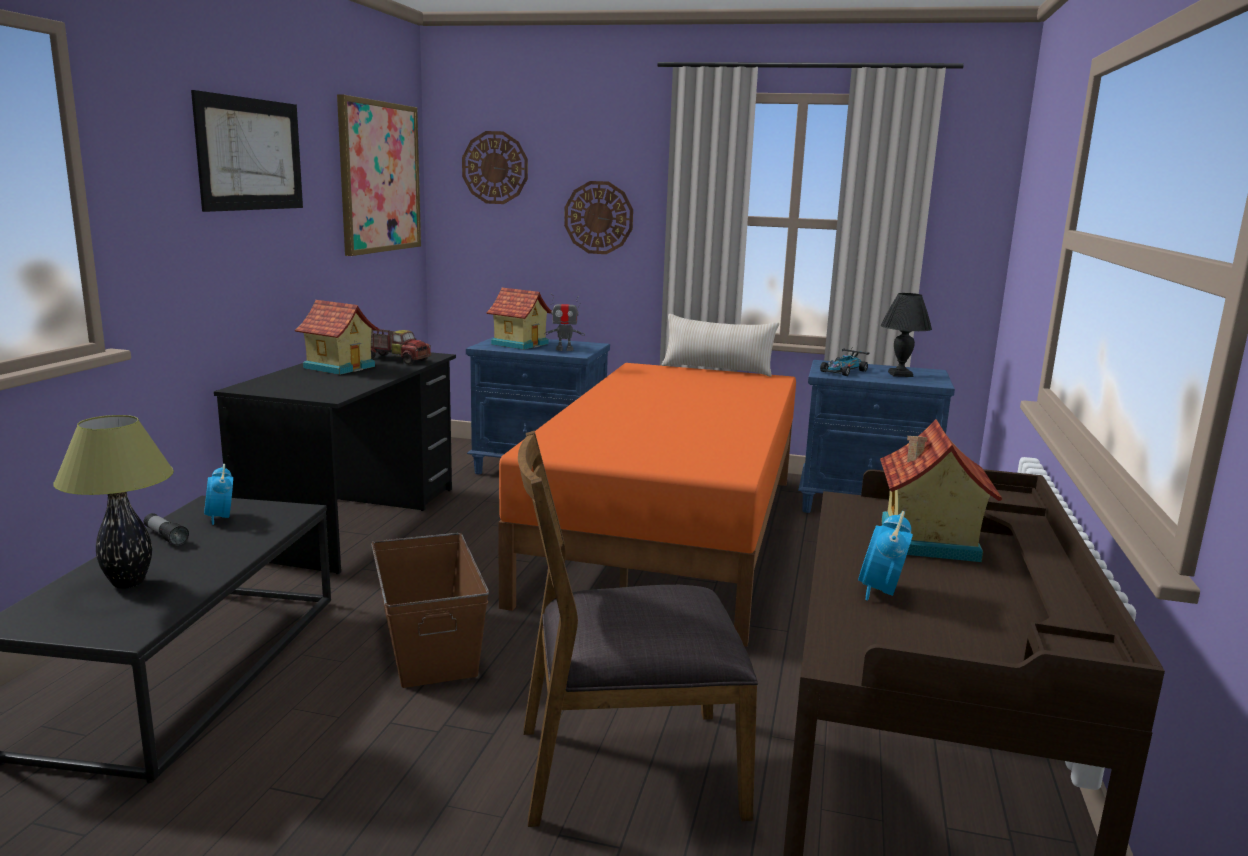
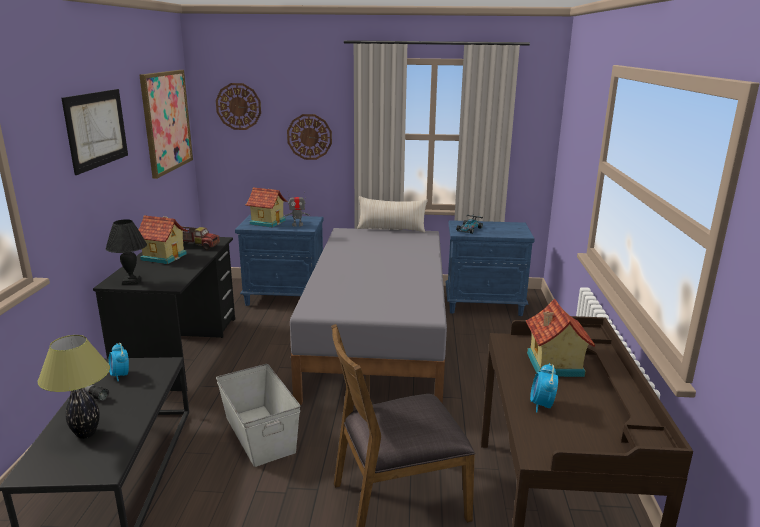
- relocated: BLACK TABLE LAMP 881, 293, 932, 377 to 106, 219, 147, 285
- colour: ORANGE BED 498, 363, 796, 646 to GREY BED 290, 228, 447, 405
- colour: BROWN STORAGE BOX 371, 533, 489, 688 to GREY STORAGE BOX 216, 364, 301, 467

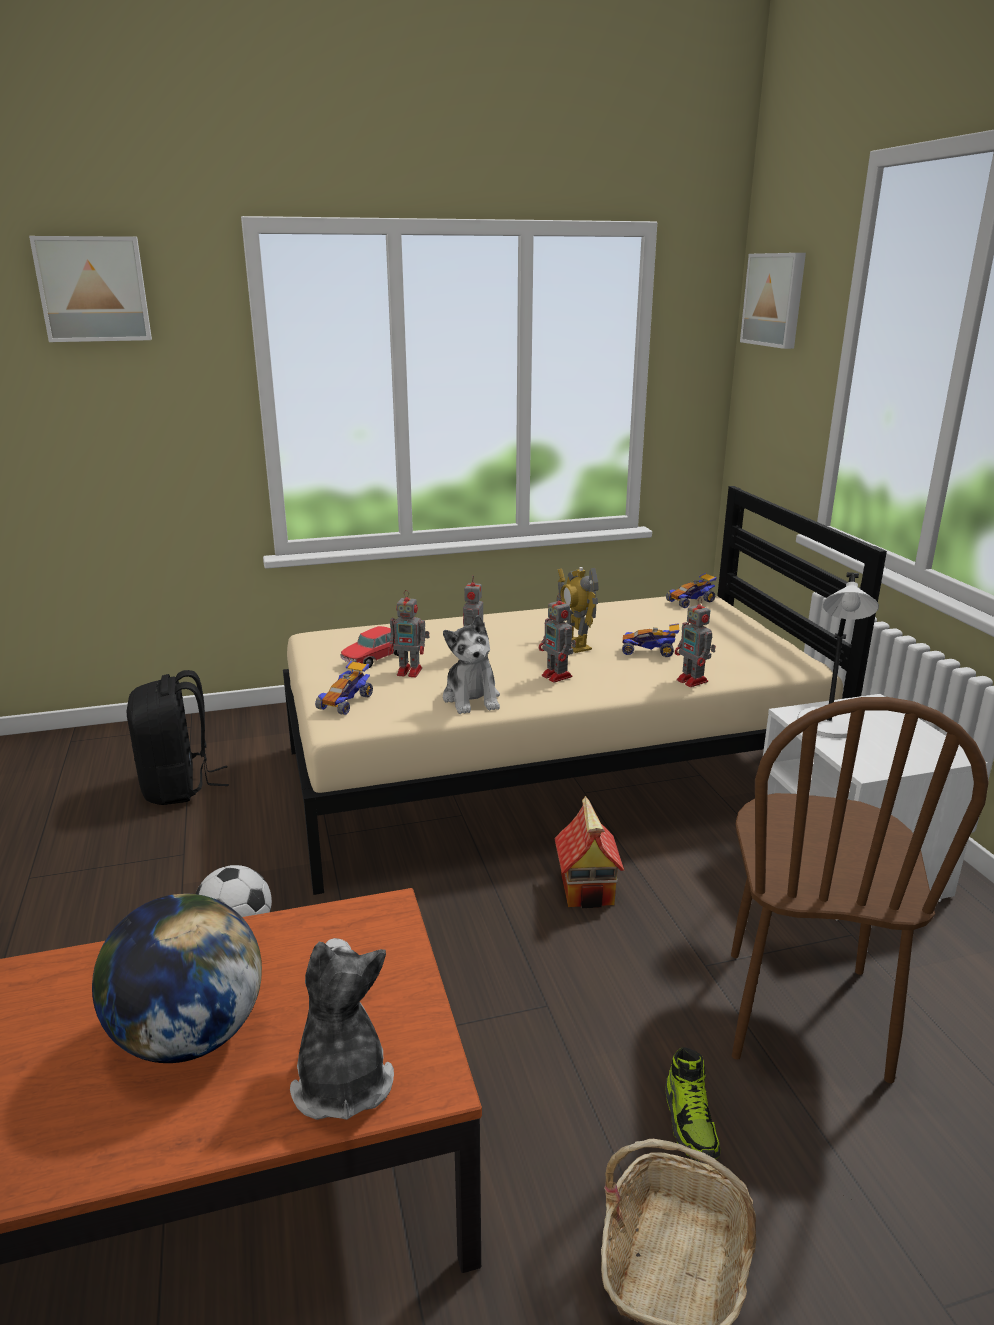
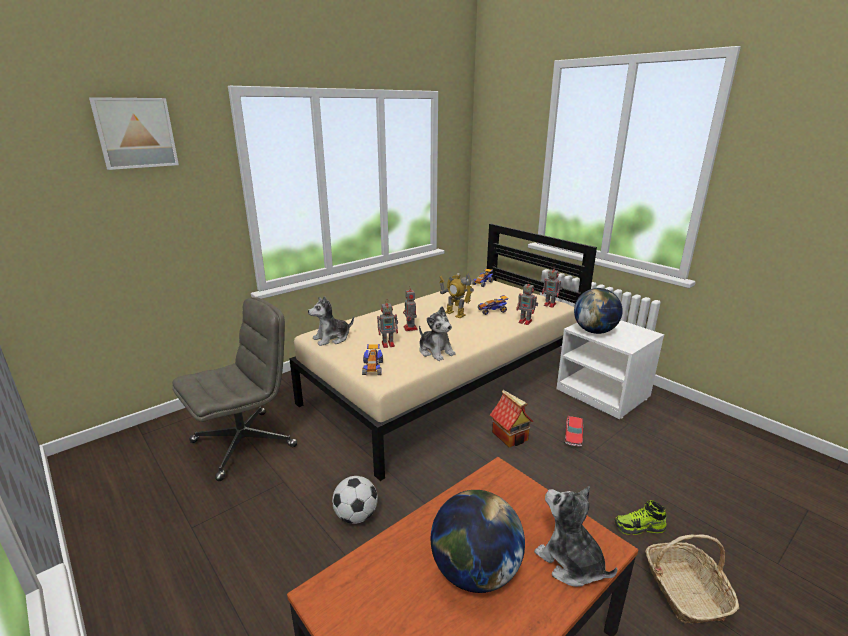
- missing: PICTURE 740, 253, 806, 349
- exchanged: WHITE TABLE LAMP 797, 572, 879, 738 to GLOBE 574, 288, 623, 334
- relocated: TOY ROBOT 539, 593, 576, 683 to 542, 266, 562, 308
- relocated: TOY CAR 341, 626, 399, 668 to 565, 416, 583, 447
- exchanged: BLACK BACKPACK 127, 670, 229, 805 to GREY OFFICE CHAIR 172, 297, 297, 481
- missing: BROWN CHAIR 731, 697, 989, 1083
- spun: SHOE 666, 1047, 720, 1161 = 614, 500, 667, 535 120 degrees clockwise
- appeared: PLUSH TOY 308, 296, 354, 346

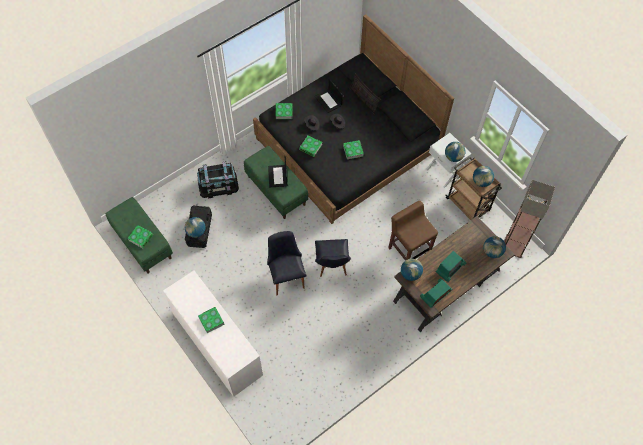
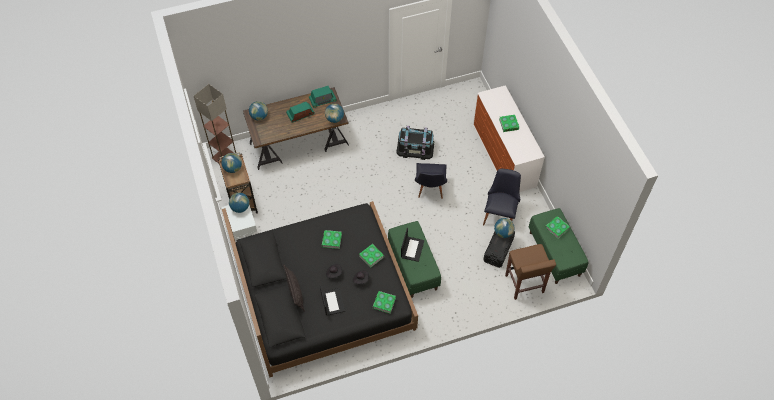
- relocated: BLACK STORAGE BOX 197, 161, 239, 198 to 396, 126, 434, 160
- relocated: BROWN STOOL 388, 201, 438, 260 to 505, 244, 556, 300
- relocated: BLACK CHAIR 315, 239, 351, 277 to 483, 169, 521, 226

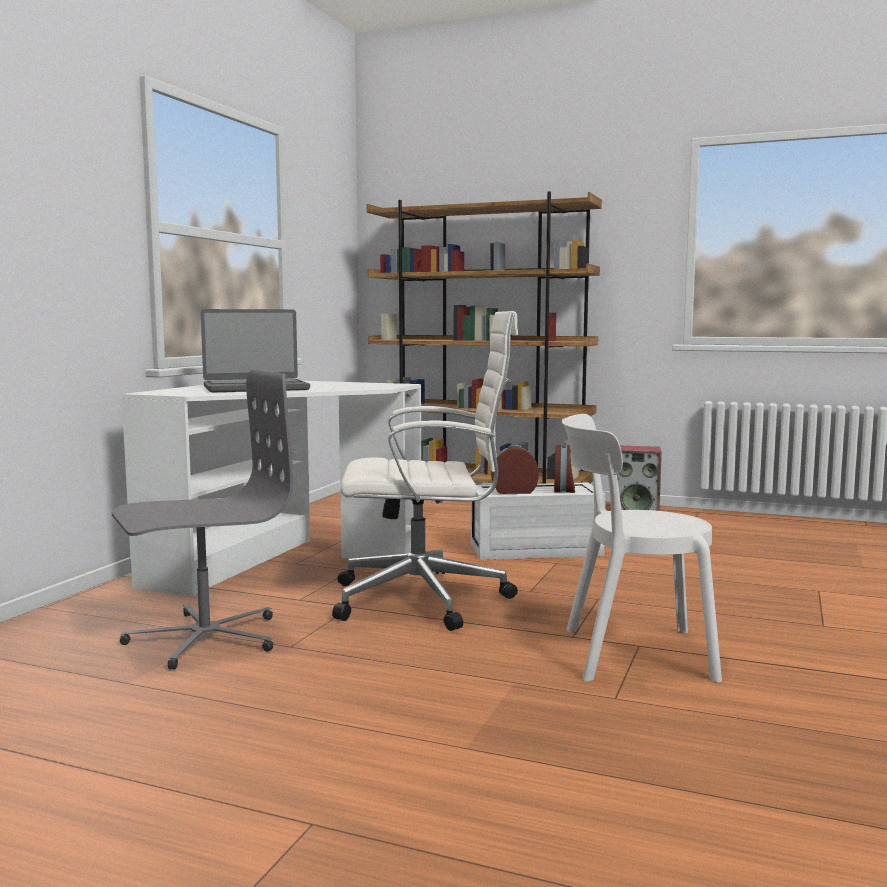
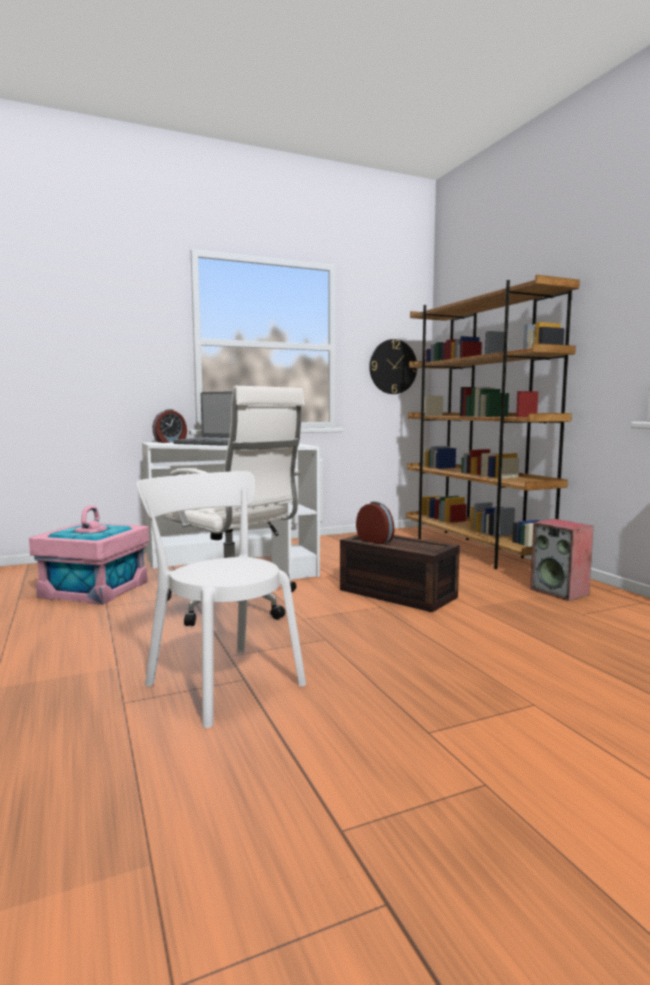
- exchanged: GREY OFFICE CHAIR 111, 369, 293, 670 to PINK STORAGE BOX 29, 505, 149, 605
- relocated: ALARM CLOCK 554, 443, 575, 493 to 153, 409, 187, 443
- colour: WHITE STORAGE BOX 471, 482, 606, 560 to BROWN STORAGE BOX 340, 535, 460, 612
- appeared: WALL CLOCK 369, 339, 418, 394

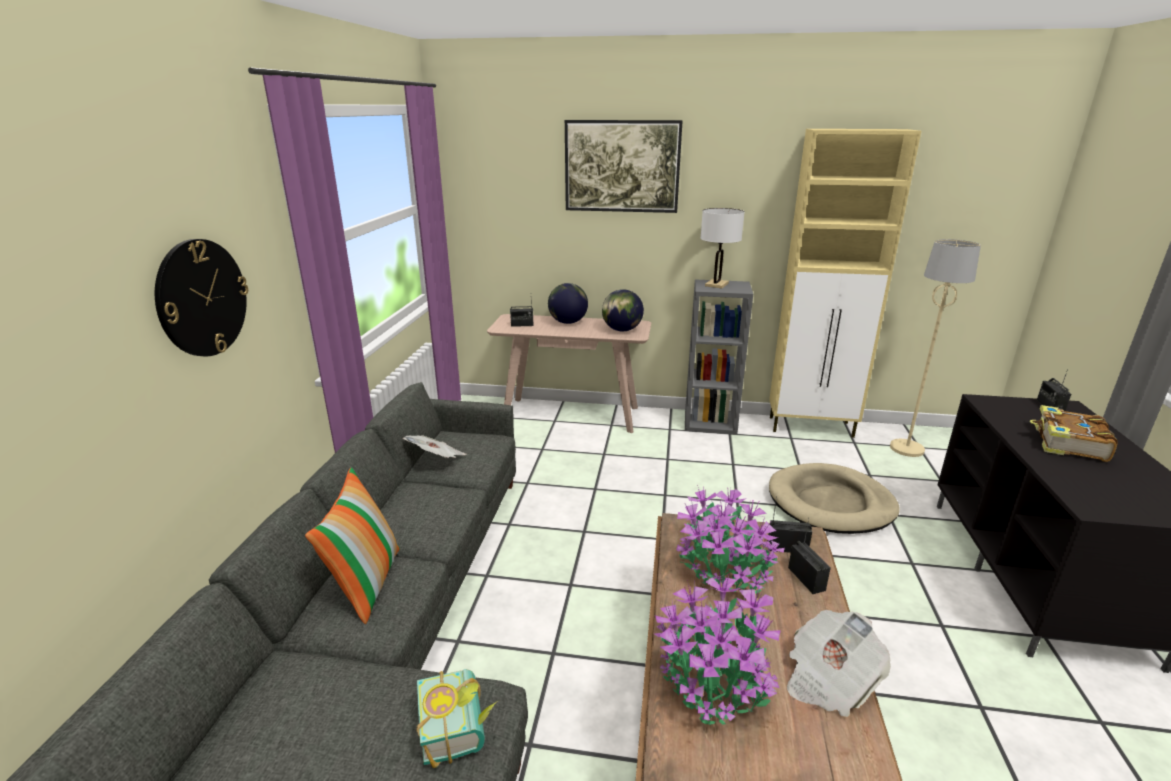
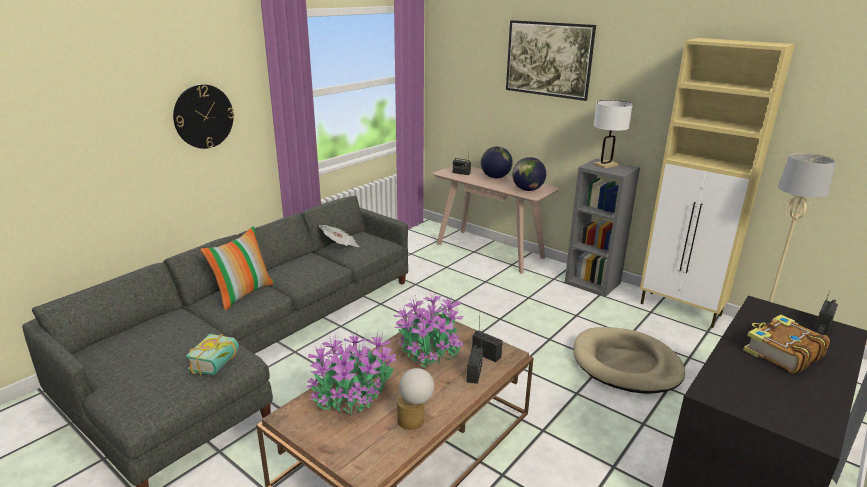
- exchanged: NEWSPAPER 787, 610, 891, 717 to TABLE LAMP 397, 368, 434, 430

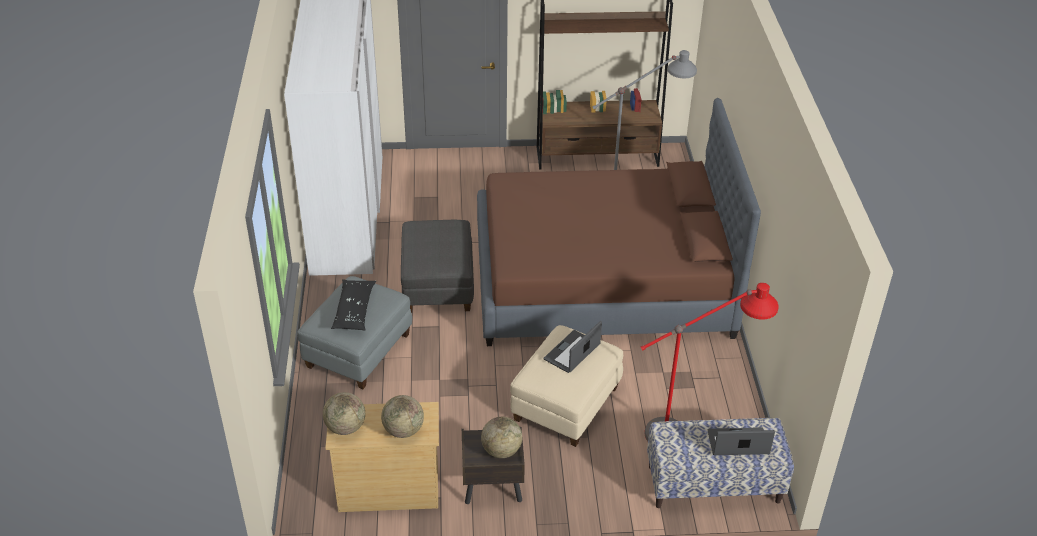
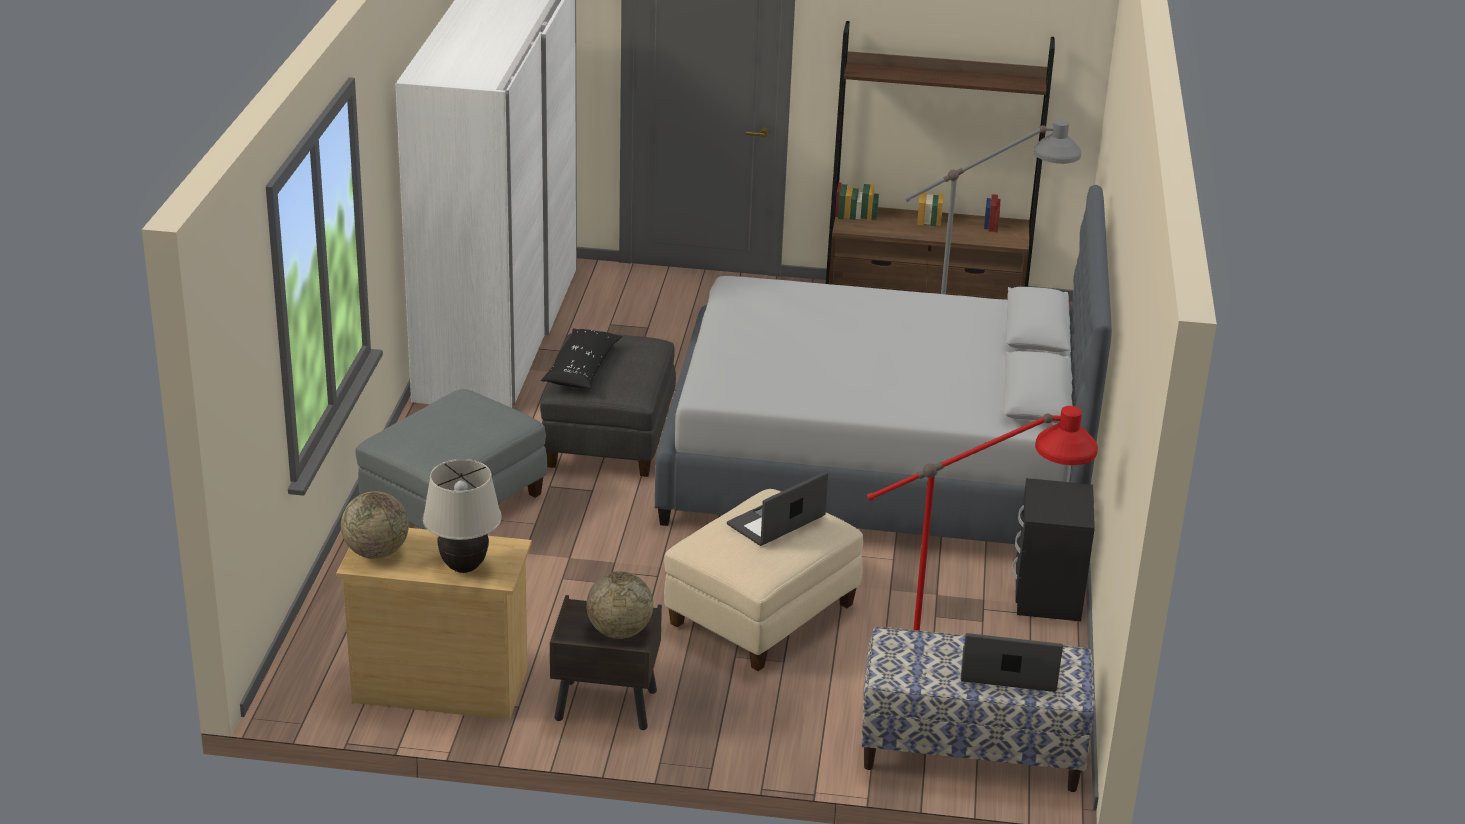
- colour: BROWN BED 477, 98, 761, 346 to GREY BED 655, 185, 1112, 544
- relocated: BLACK PILLOW 331, 279, 376, 330 to 541, 328, 622, 389
- exchanged: GLOBE 381, 395, 424, 438 to BEIGE TABLE LAMP 423, 459, 502, 573
- appeared: BLACK NIGHTSTAND 1012, 478, 1095, 621

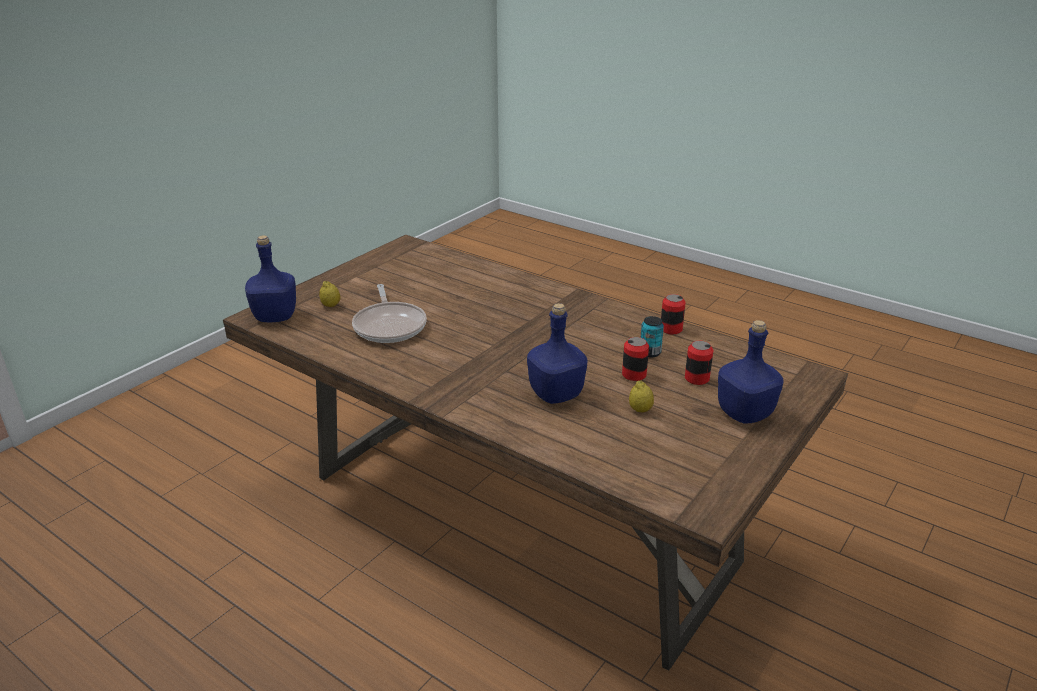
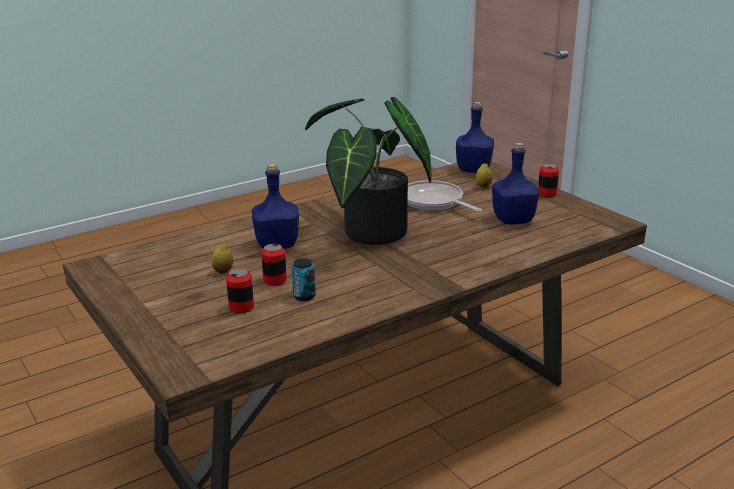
- spun: FRYING PAN 352, 284, 427, 343 = 407, 180, 482, 212 45 degrees clockwise
- relocated: CAN 661, 294, 686, 334 to 538, 164, 559, 197
- relocated: BLUE BOTTLE 718, 320, 784, 424 to 492, 143, 539, 224
- appeared: POTTED PLANT 305, 97, 431, 245

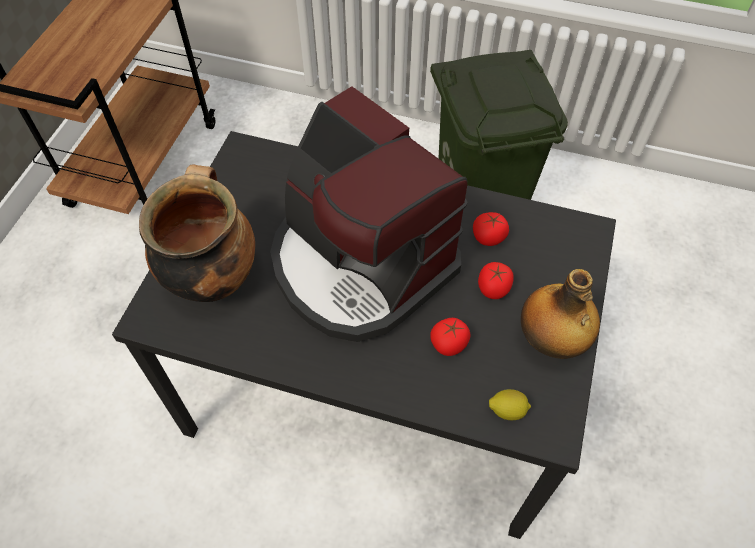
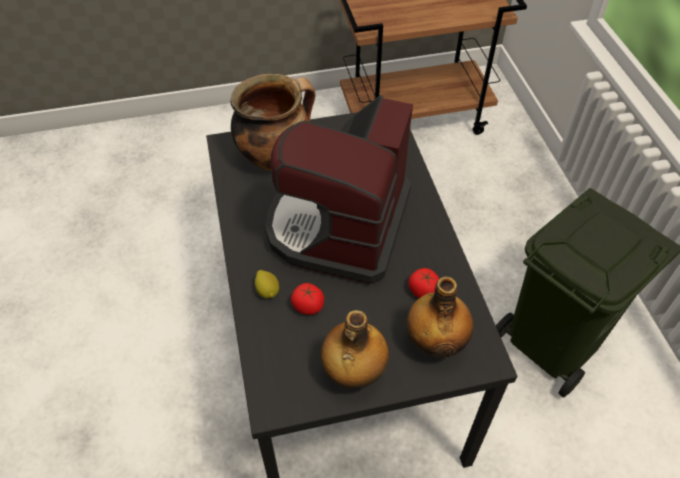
- missing: TOMATO 478, 262, 514, 299
- relocated: LEMON 489, 389, 531, 420 to 255, 270, 279, 298
- appeared: BOTTLE 407, 276, 473, 358

